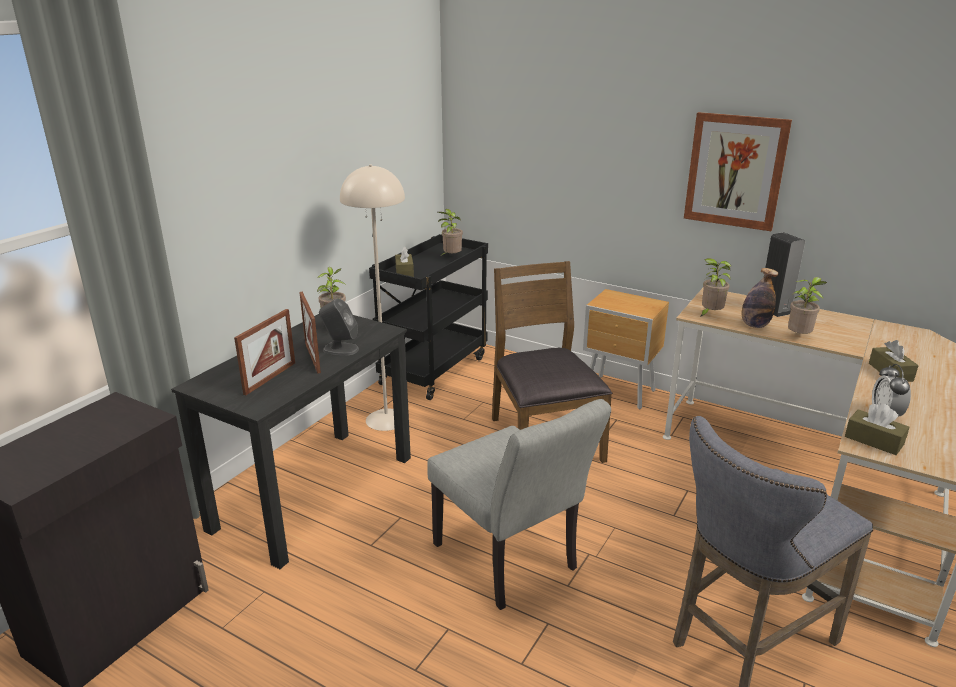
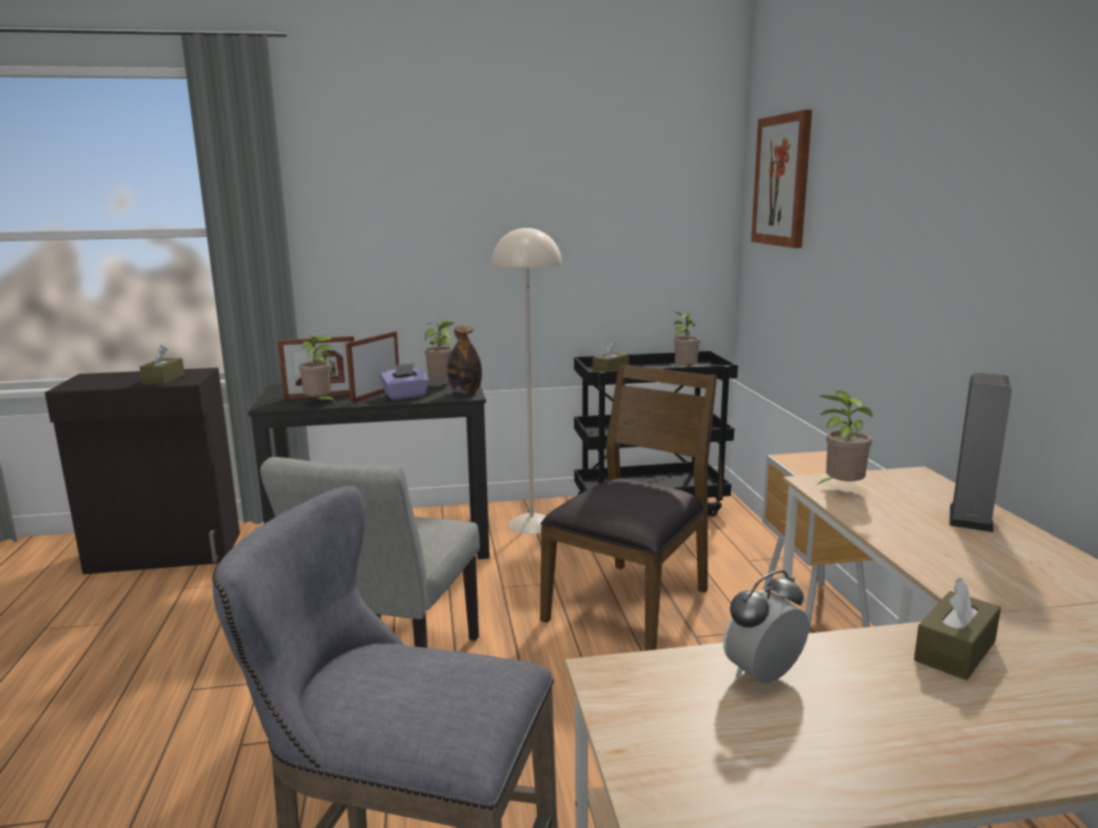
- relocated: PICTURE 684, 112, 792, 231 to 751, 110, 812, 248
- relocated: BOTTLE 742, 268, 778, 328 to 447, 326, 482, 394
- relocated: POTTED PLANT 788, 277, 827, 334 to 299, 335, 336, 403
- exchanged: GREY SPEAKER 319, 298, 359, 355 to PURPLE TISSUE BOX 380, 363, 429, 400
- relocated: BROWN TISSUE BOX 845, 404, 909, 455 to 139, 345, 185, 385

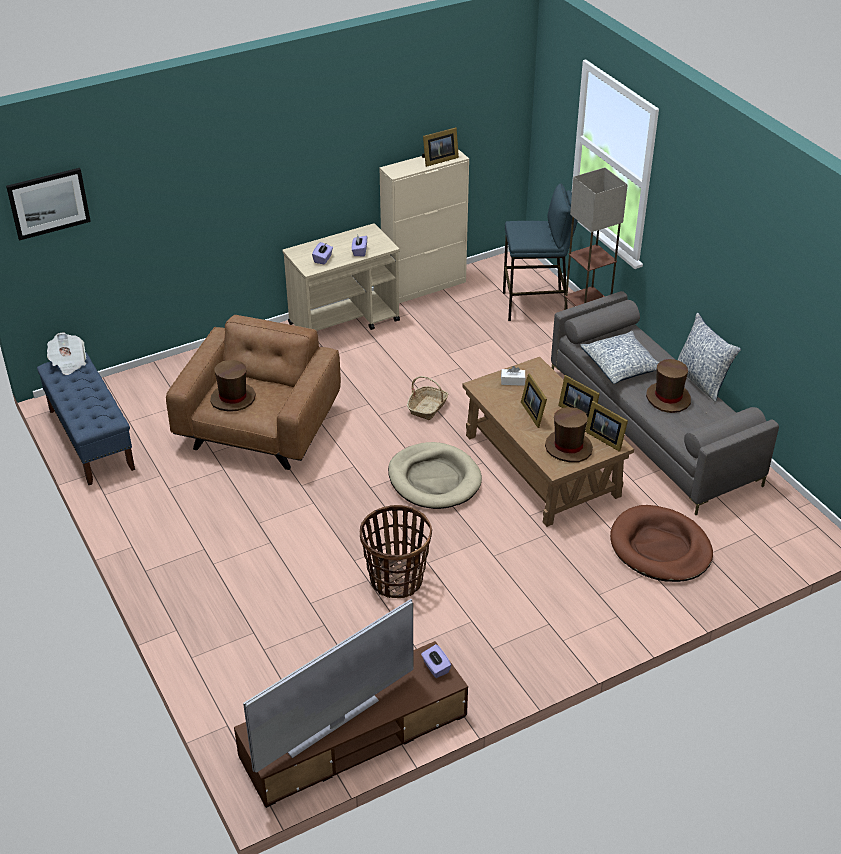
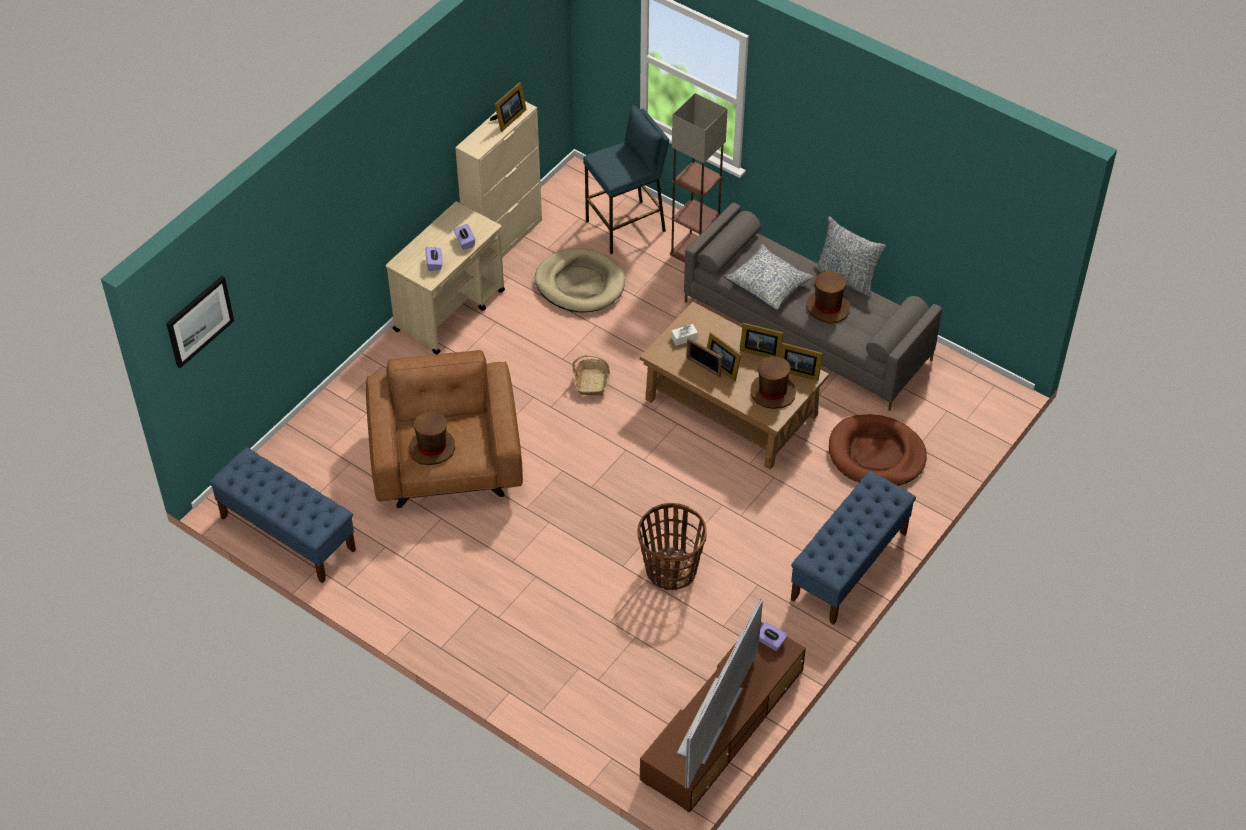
- missing: NEWSPAPER 47, 332, 86, 375
- relocated: BEIGE DOG BED 388, 442, 482, 509 to 535, 248, 625, 312
- appeared: PICTURE FRAME 687, 337, 722, 377
- appeared: BLUE BENCH 791, 471, 916, 625

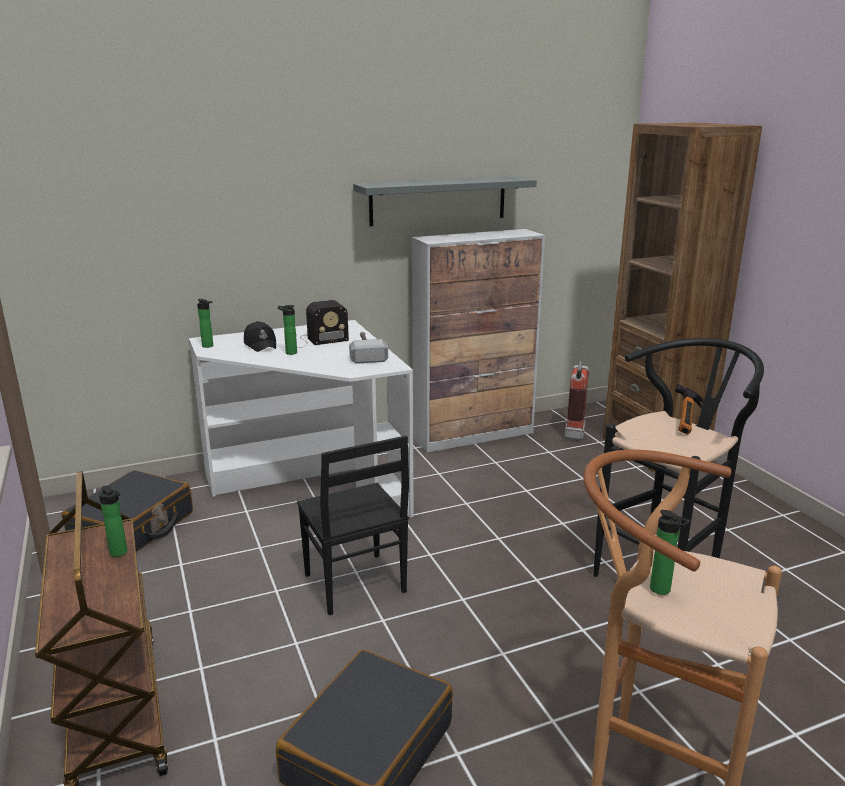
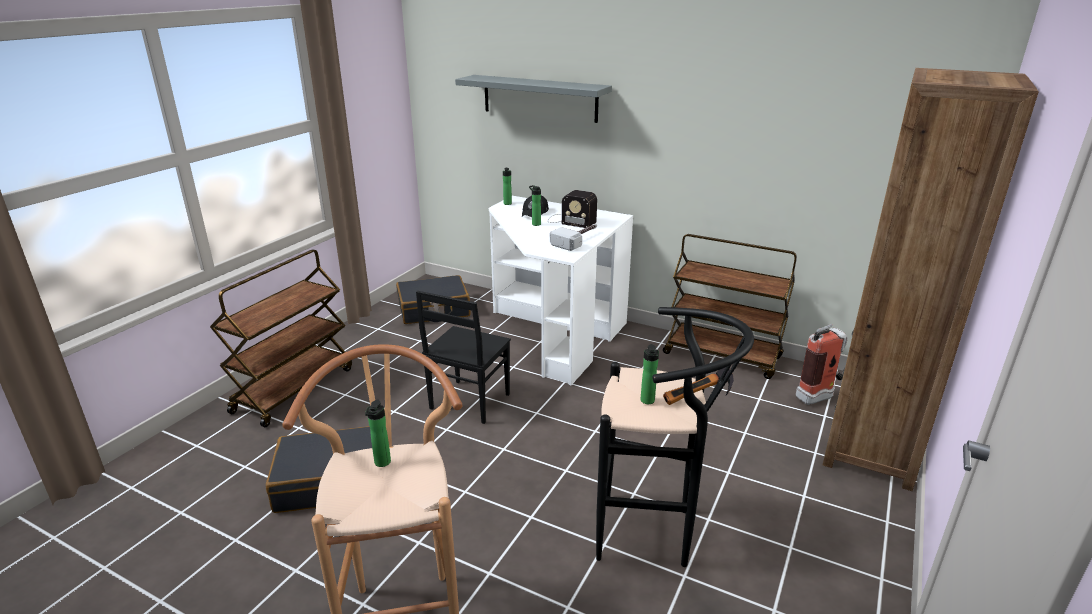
- relocated: GREY SHELF 353, 176, 537, 226 to 455, 75, 612, 123
- exchanged: CABINET 412, 229, 545, 452 to BROWN CART 663, 234, 797, 379
- relocated: BOTTLE 99, 486, 127, 557 to 641, 344, 659, 404

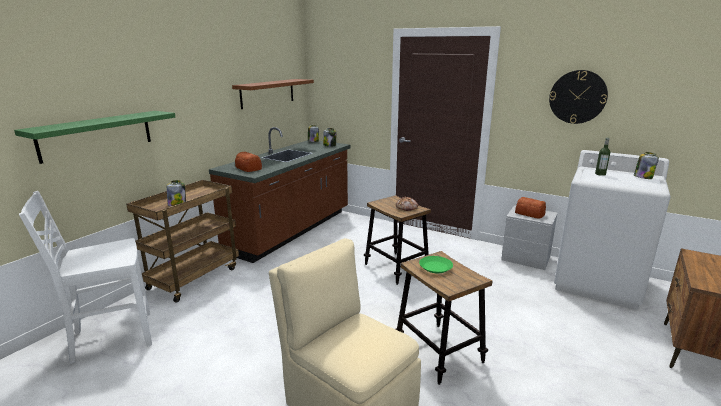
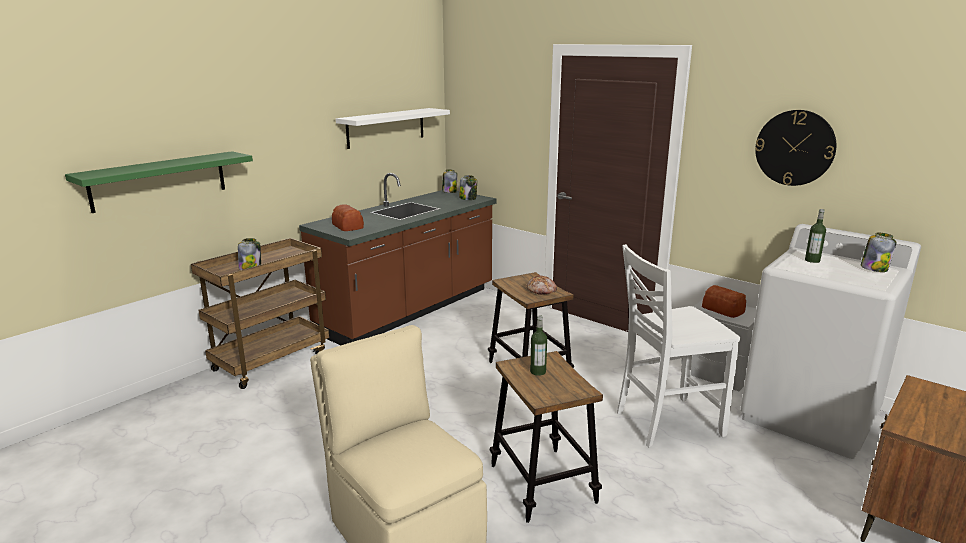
- colour: BROWN SHELF 232, 79, 314, 109 to WHITE SHELF 336, 108, 450, 149
- relocated: WHITE CHAIR 19, 191, 152, 364 to 617, 244, 740, 447
- exchanged: GREEN PLATE 419, 256, 453, 273 to BOTTLE 530, 315, 547, 376

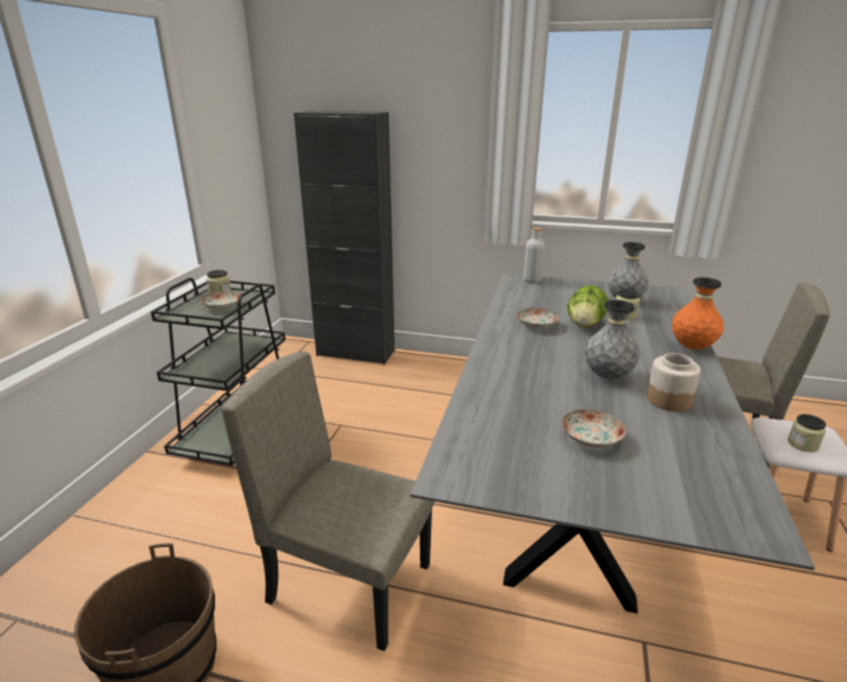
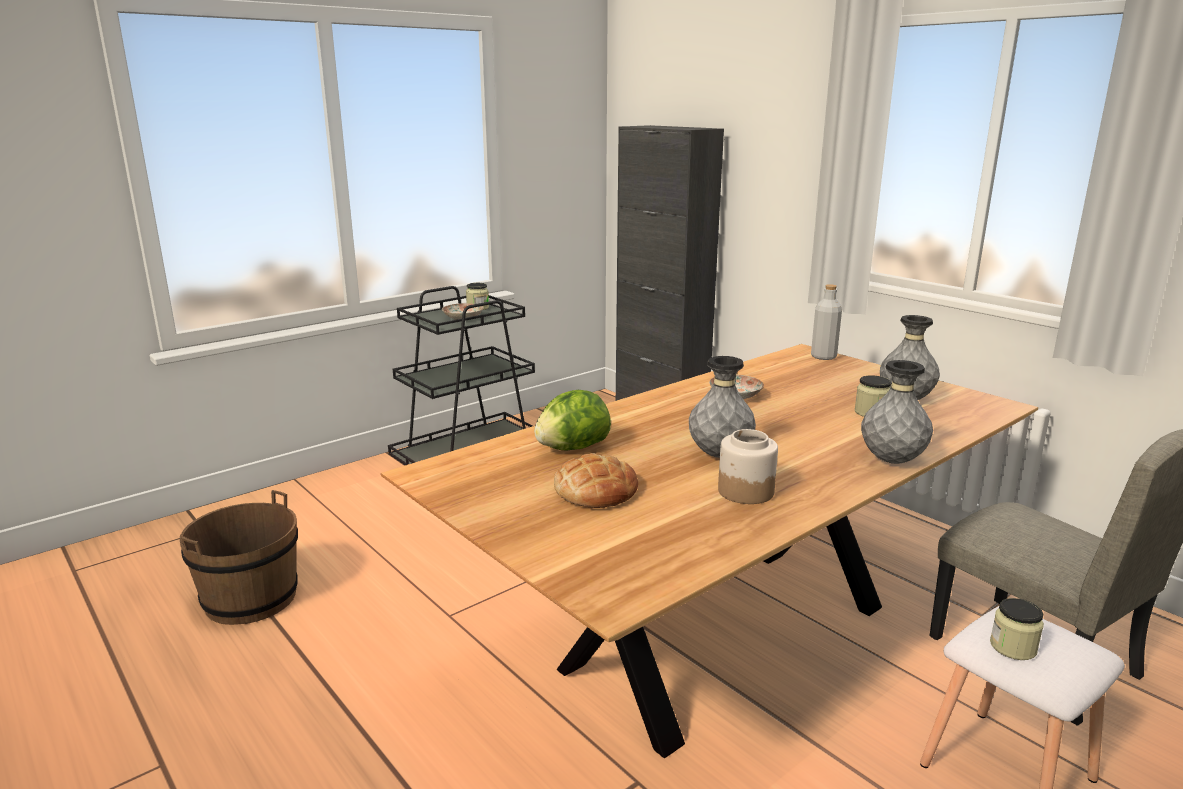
- colour: GREY DINING TABLE 410, 274, 815, 613 to BROWN DINING TABLE 381, 344, 1038, 758
- colour: ORANGE VASE 672, 277, 724, 350 to GREY VASE 861, 360, 933, 464
- relocated: LETTUCE 567, 285, 608, 327 to 534, 390, 611, 450
- missing: BEIGE CHAIR 222, 351, 434, 651
- exchanged: PLATE 562, 410, 626, 448 to BREAD 554, 453, 638, 508

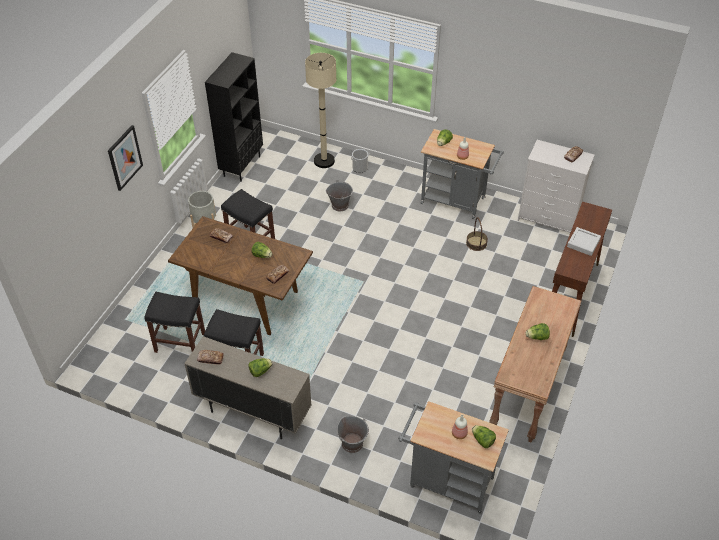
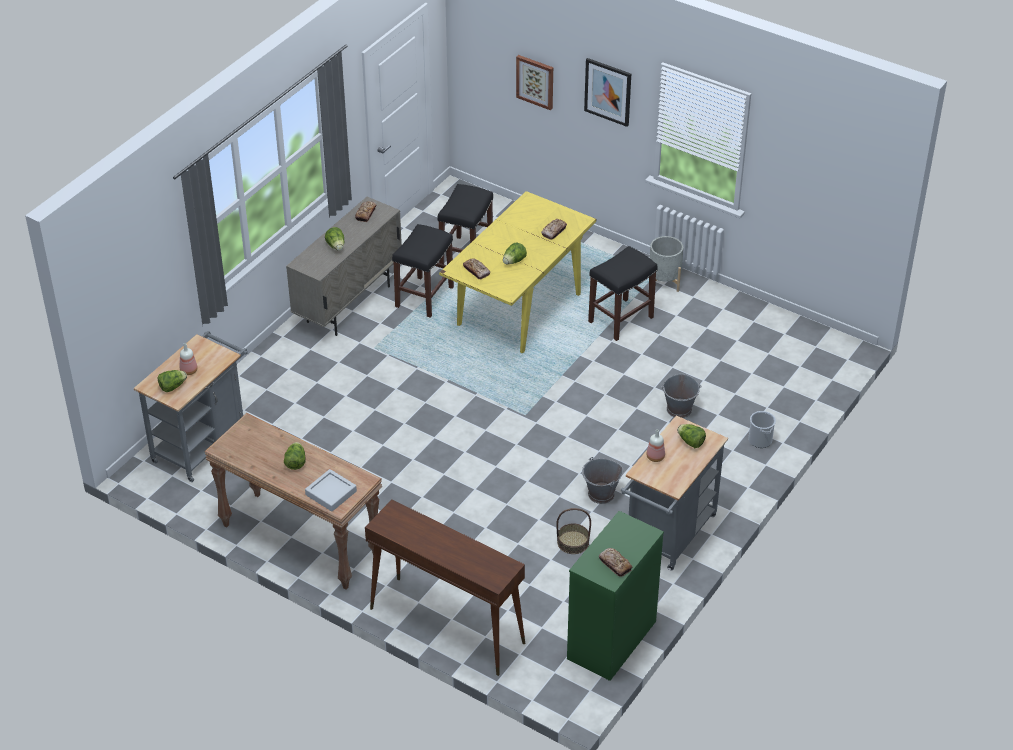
- missing: BLACK BOOKCASE 205, 52, 263, 182
- missing: BEIGE FLOOR LAMP 305, 53, 336, 168
- colour: WHITE DRESSER 518, 140, 595, 232 to GREEN DRESSER 567, 511, 664, 681
- colour: BROWN DINING TABLE 168, 216, 313, 335 to YELLOW DINING TABLE 439, 191, 596, 353
- relocated: GREY TRAY 567, 227, 601, 256 to 305, 469, 357, 512
- relocated: GREY BUCKET 337, 416, 369, 453 to 582, 457, 623, 504
- appeared: PICTURE 516, 55, 553, 110

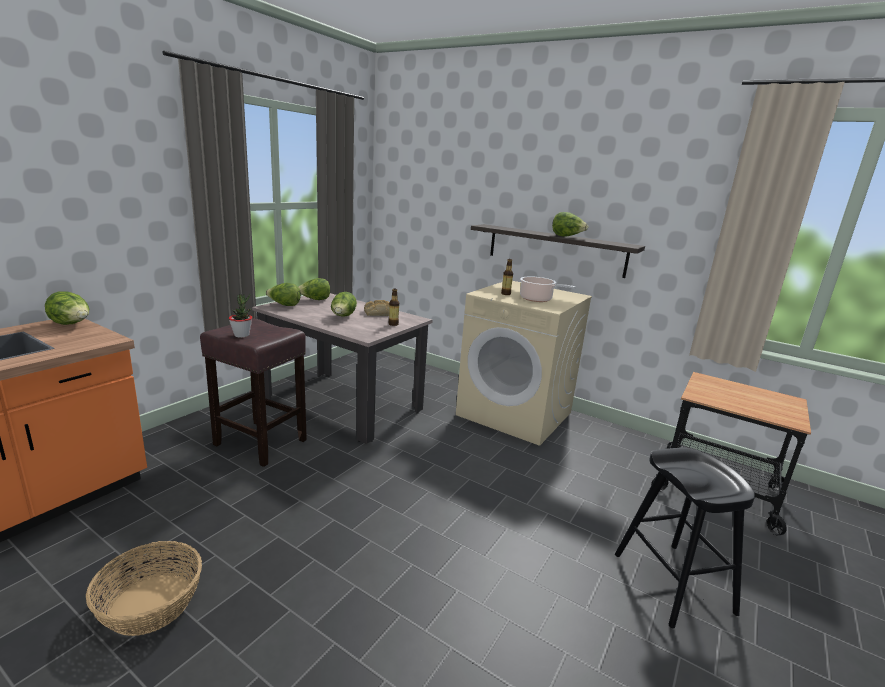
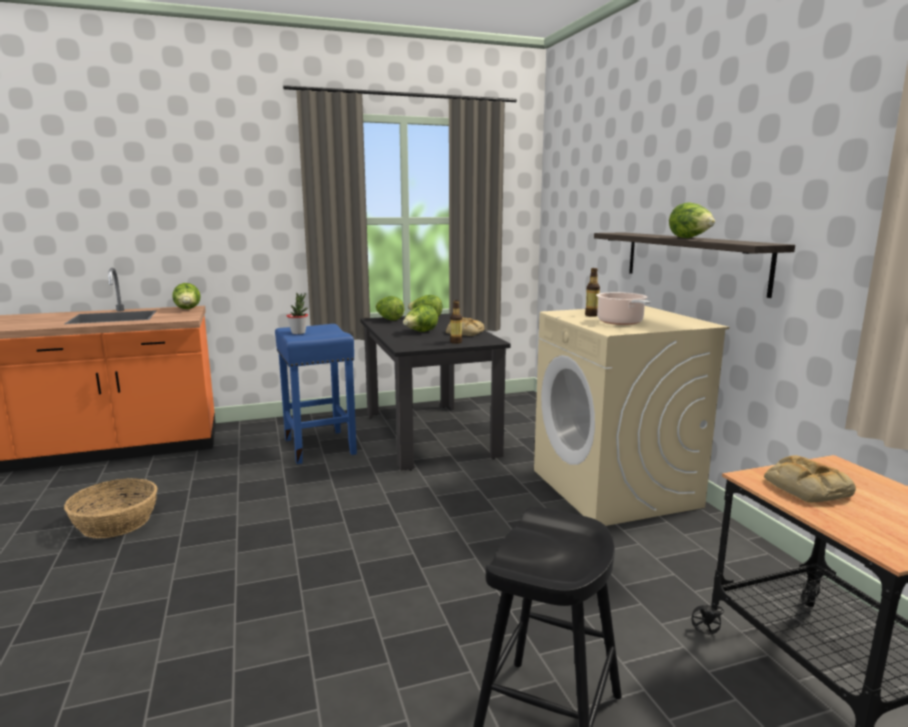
- colour: BEIGE DINING TABLE 252, 293, 433, 444 to BLACK DINING TABLE 360, 313, 511, 471
- colour: BROWN STOOL 200, 318, 307, 467 to BLUE STOOL 275, 324, 357, 464
- appeared: BREAD 764, 455, 856, 502

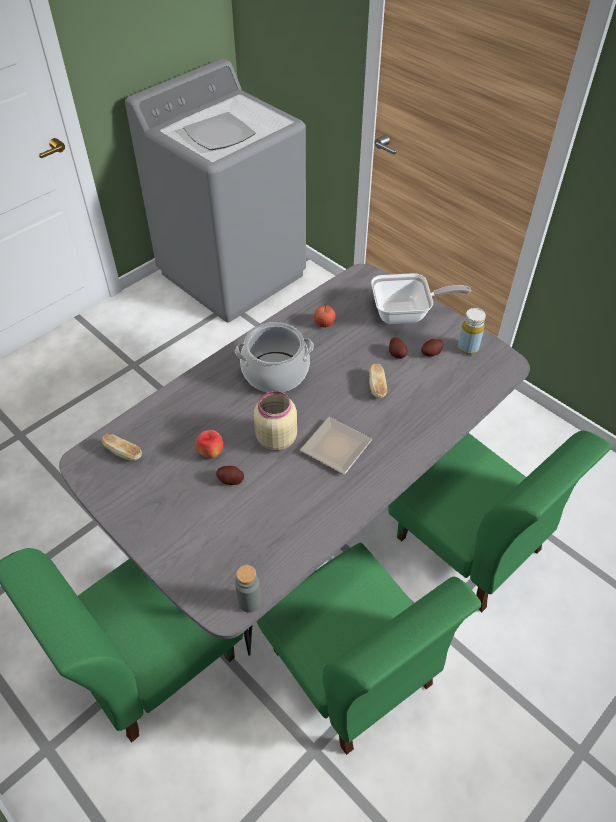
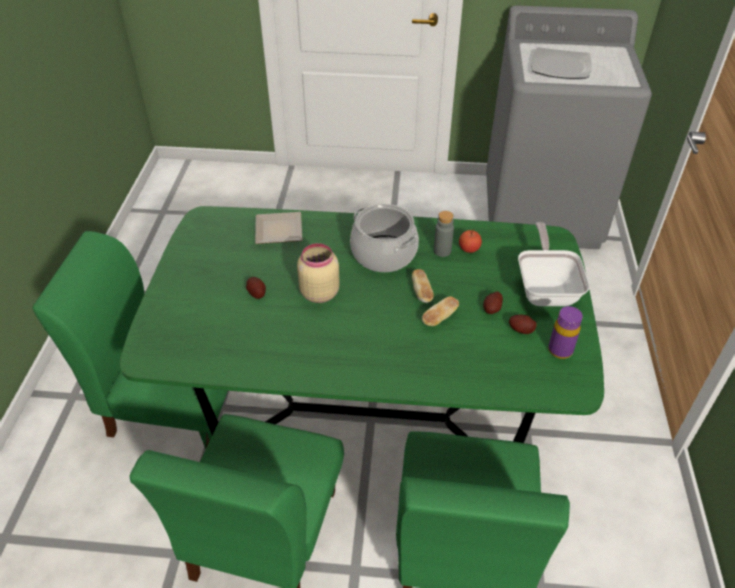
- colour: GREY DINING TABLE 59, 264, 530, 655 to GREEN DINING TABLE 120, 206, 604, 443
- spun: FRYING PAN 371, 273, 471, 324 = 518, 222, 590, 306 135 degrees counterclockwise
- colour: YELLOW BOTTLE 458, 308, 486, 355 to PURPLE BOTTLE 548, 306, 583, 359
- relocated: PLATE 300, 417, 372, 474 to 255, 212, 302, 244
- missing: APPLE 195, 430, 223, 459
- relocated: BREAD 101, 434, 142, 461 to 412, 269, 434, 303
- relocated: GREY BOTTLE 235, 565, 261, 612 to 434, 211, 454, 257

